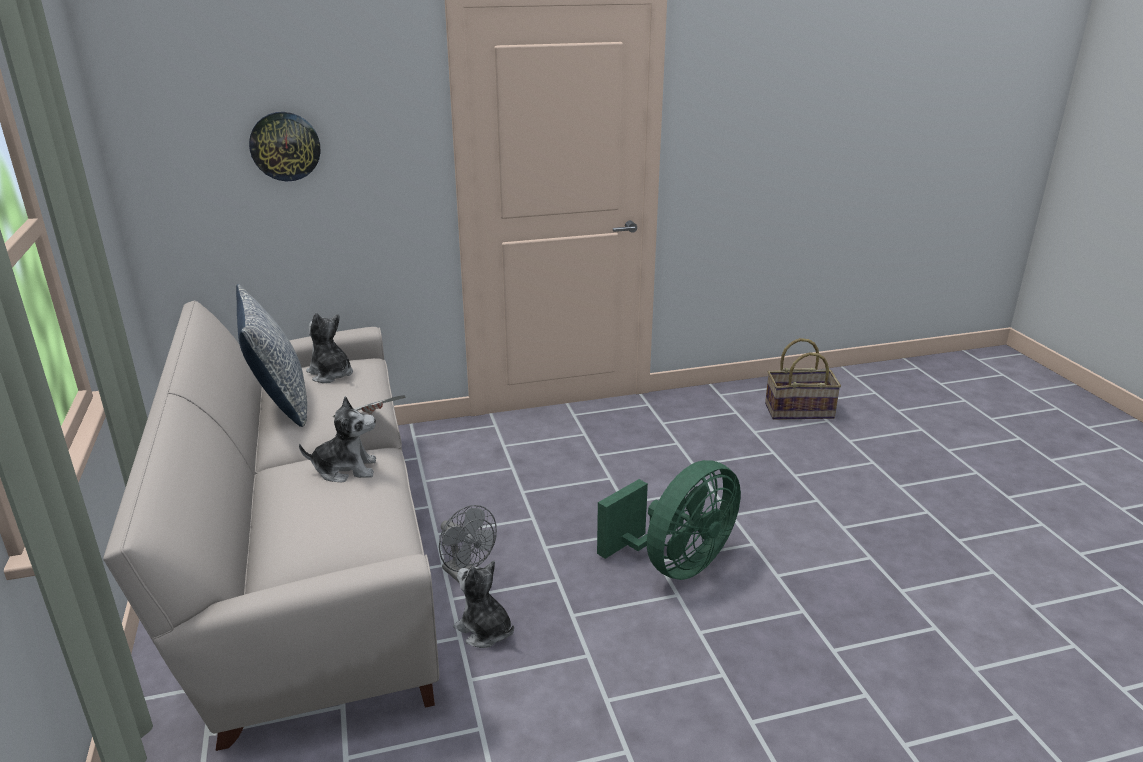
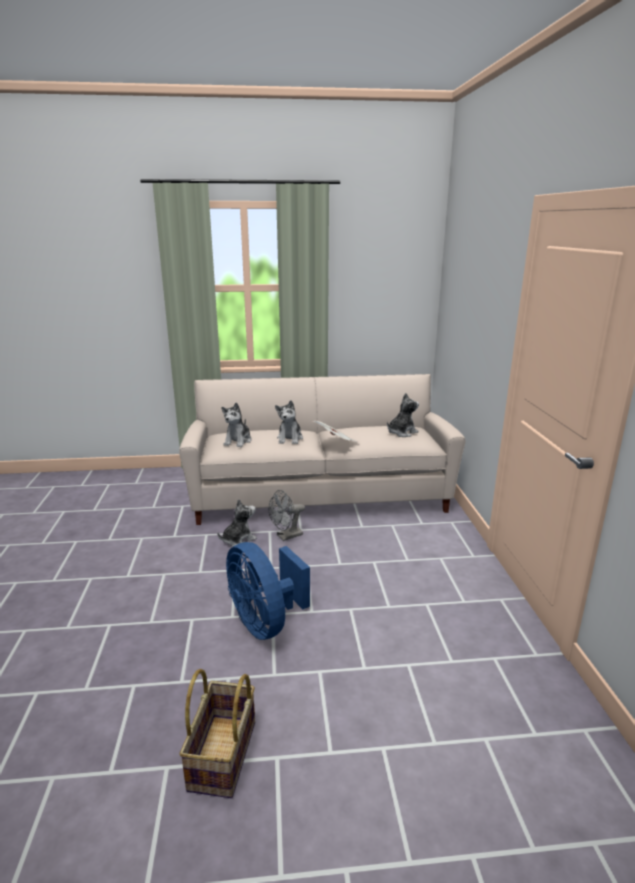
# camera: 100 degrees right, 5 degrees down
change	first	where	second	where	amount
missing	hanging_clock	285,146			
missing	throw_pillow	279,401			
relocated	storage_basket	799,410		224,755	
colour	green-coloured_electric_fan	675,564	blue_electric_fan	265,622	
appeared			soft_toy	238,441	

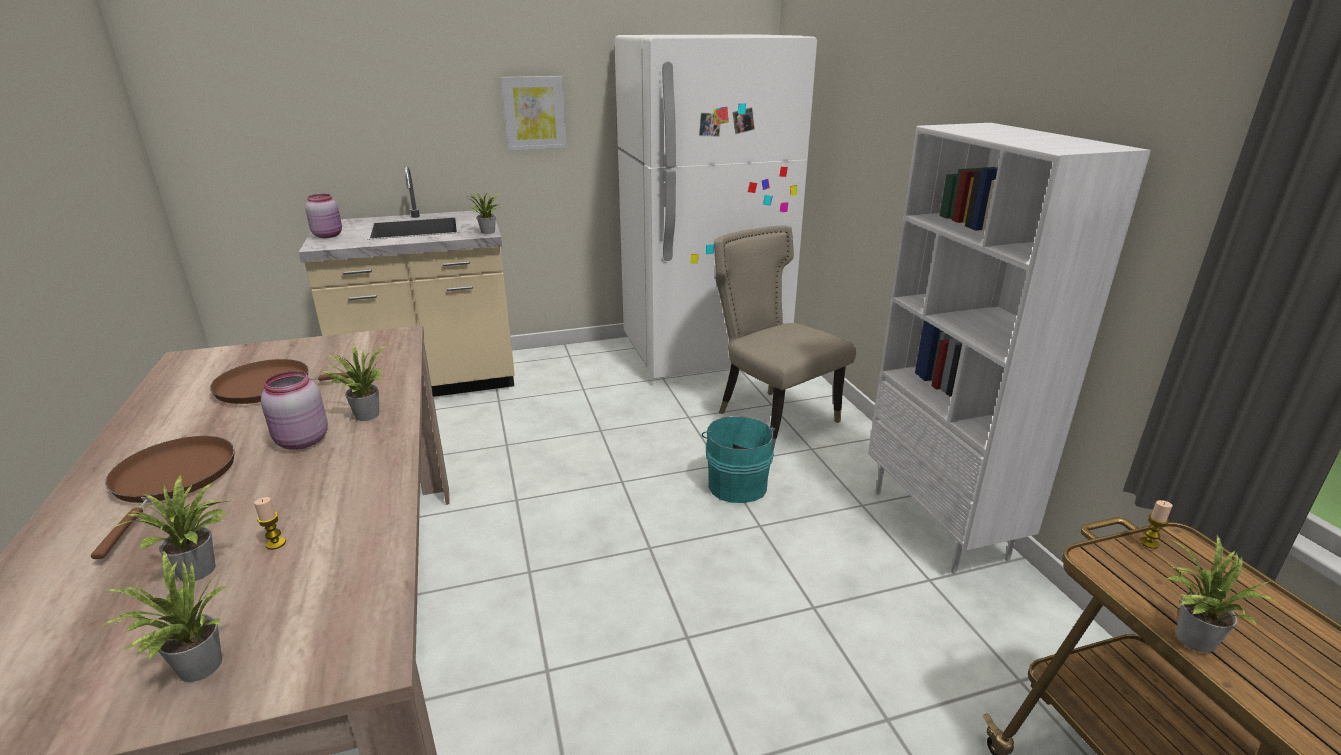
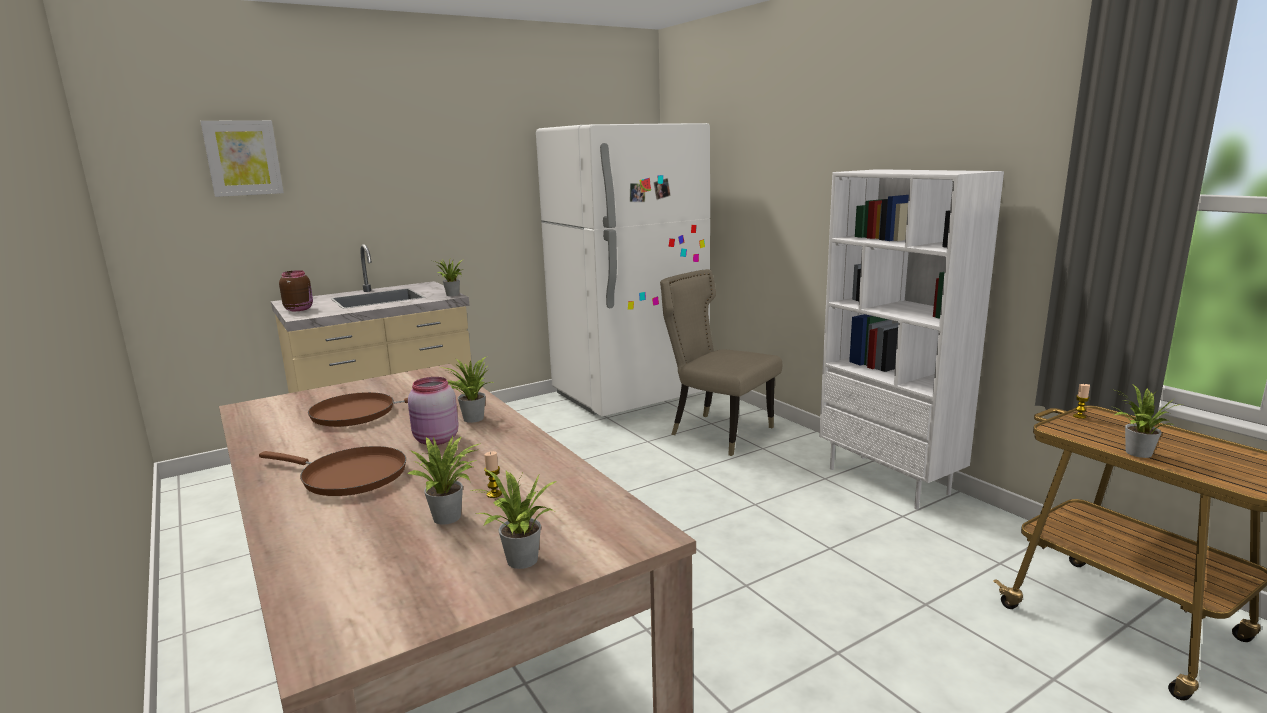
# camera: 15 degrees left, 10 degrees down
change	first	where	second	where	amount
relocated	wall_picture	534,113		243,158	
colour	pink_jar	328,235	brown-coloured_jar	299,309	
missing	blue-green_bucket	737,483			
spun	brown-coloured_skillet	172,481		348,476	135 degrees clockwise

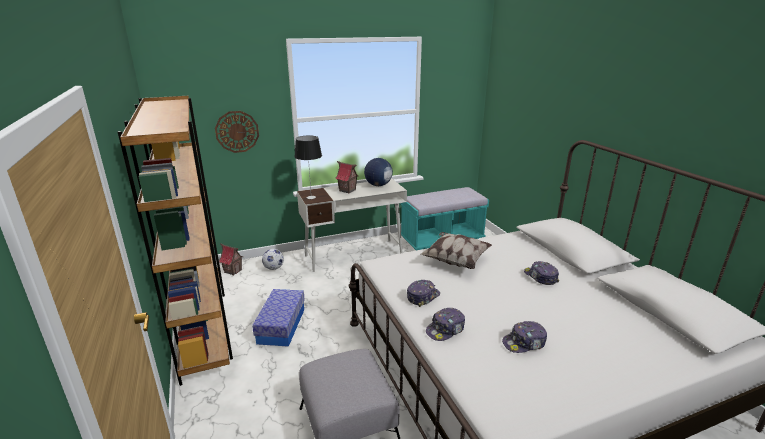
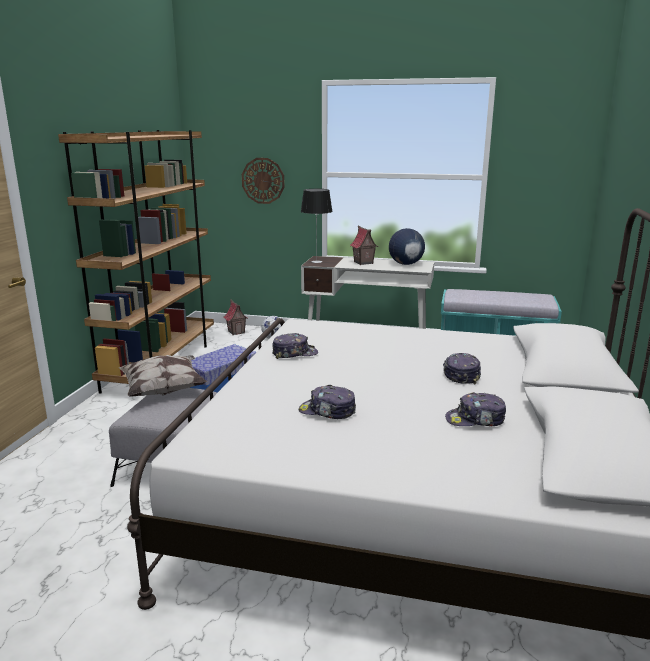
# camera: 35 degrees right, 5 degrees down
change	first	where	second	where	amount
relocated	throw_pillow	455,260		164,390	
relocated	cap	445,330		475,420	

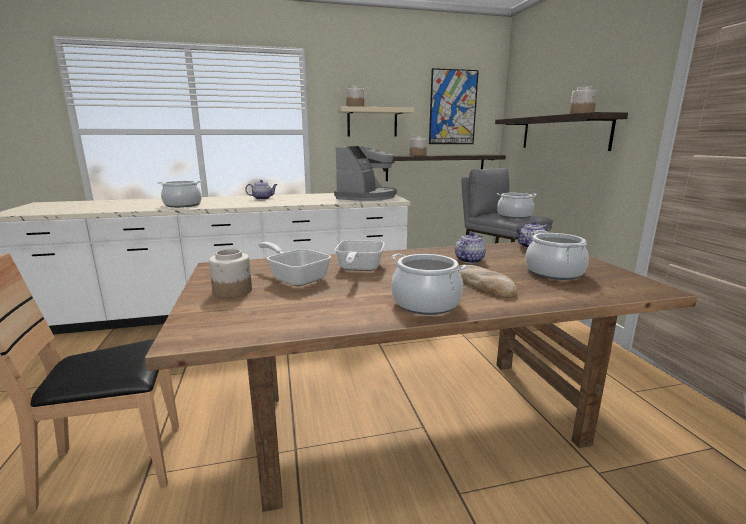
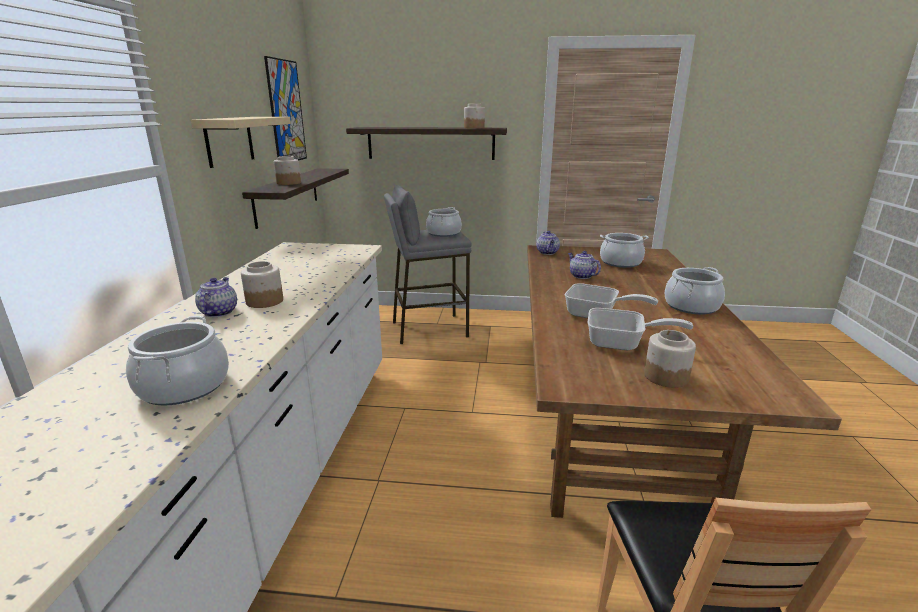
# camera: 70 degrees left, 5 degrees up
change	first	where	second	where	amount
relocated	jar	355,107		264,301	
missing	coffee_machine	367,197			
spun	skillet	296,278		622,343	135 degrees counterclockwise
missing	baked_bread	484,285			

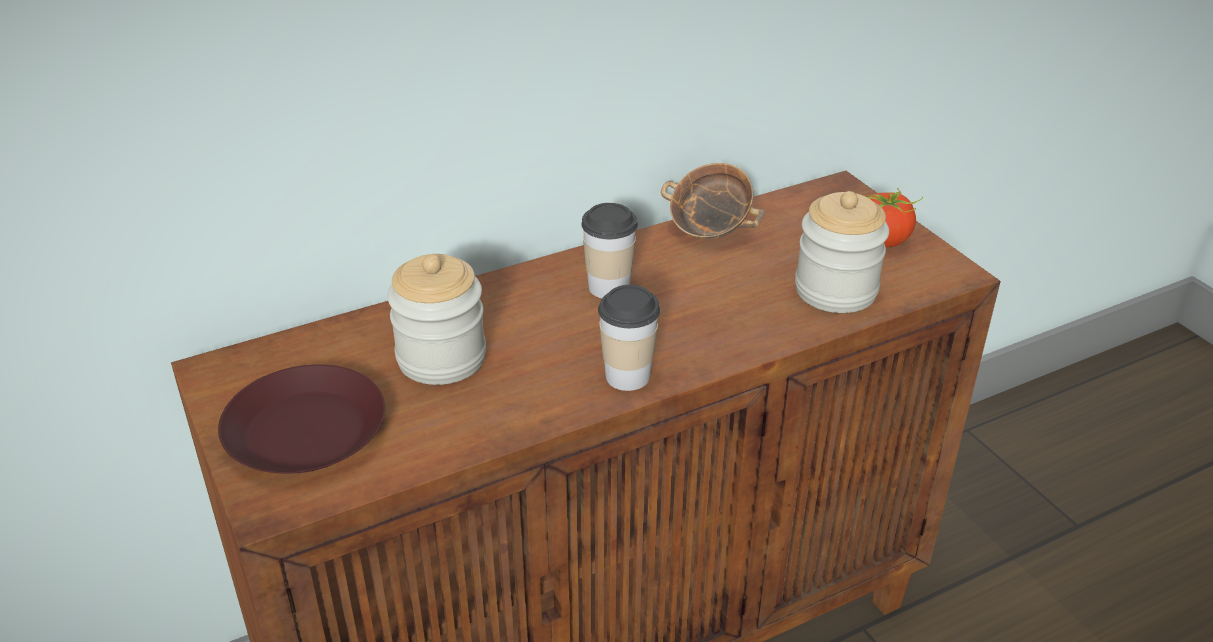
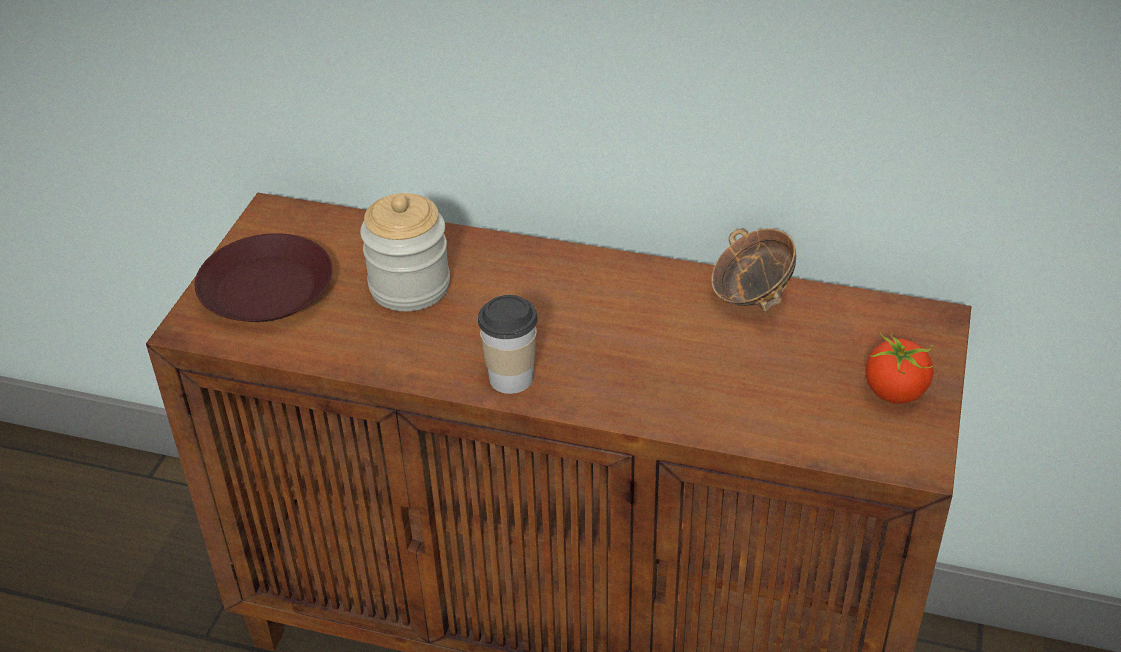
# camera: 45 degrees right, 5 degrees up
change	first	where	second	where	amount
missing	jar	835,290			
missing	small_cup	609,287			

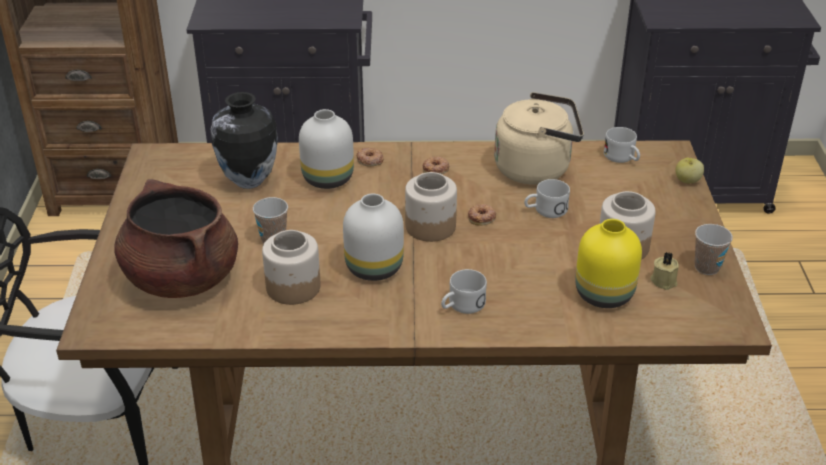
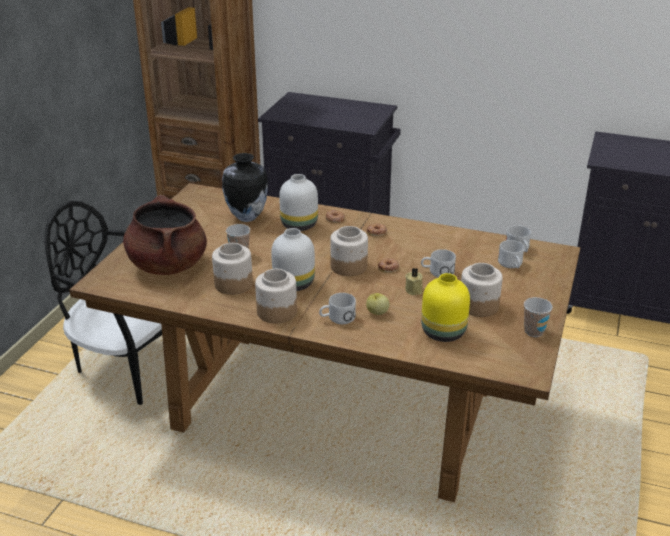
# camera: 20 degrees right, 5 degrees down
change	first	where	second	where	amount
missing	beige-coloured_kettle	537,168			
relocated	apple	687,181		377,312	
relocated	beige-coloured_wax_candle	664,280		414,290	
appeared			whitish_tea_mug	511,265	
appeared			jar	276,312	

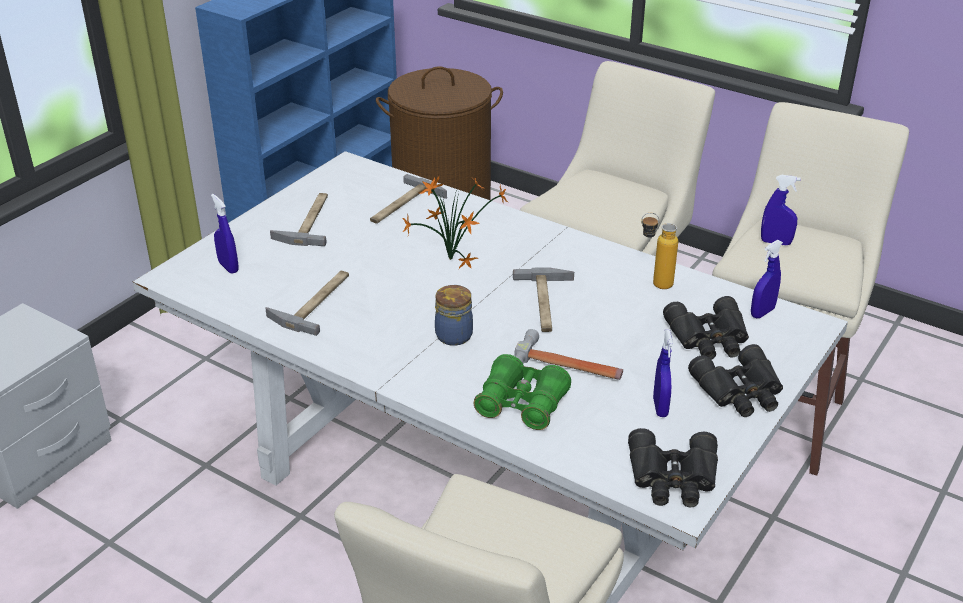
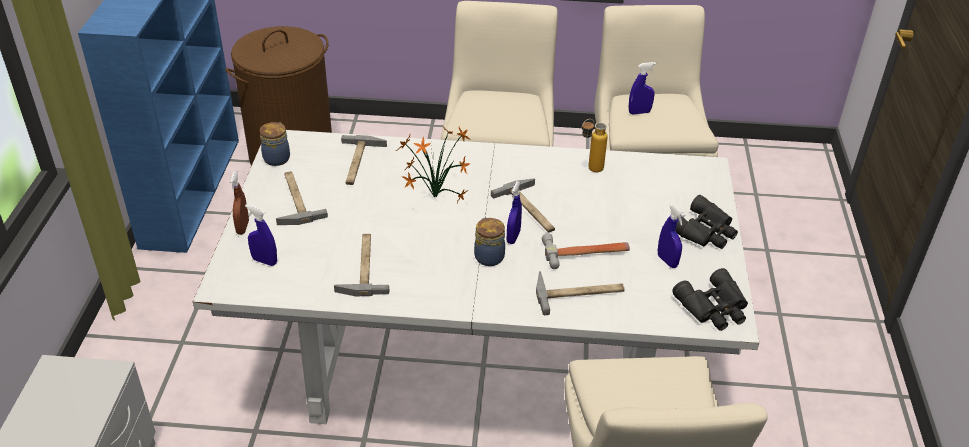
# camera: 30 degrees left, 5 degrees up
change	first	where	second	where	amount
relocated	blue_hand_sprayer	762,312		513,237	
missing	blackish_pair_of_binoculars	709,338			
exchanged	green-coloured_pair_of_binoculars	521,404	tool_hammer	579,292	
appeared			jar	277,158	
appeared			brown-coloured_hand_sprayer	243,227	

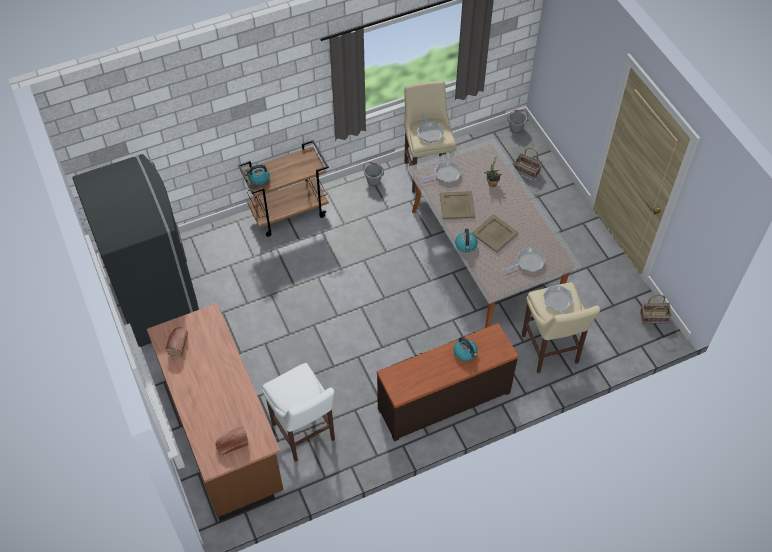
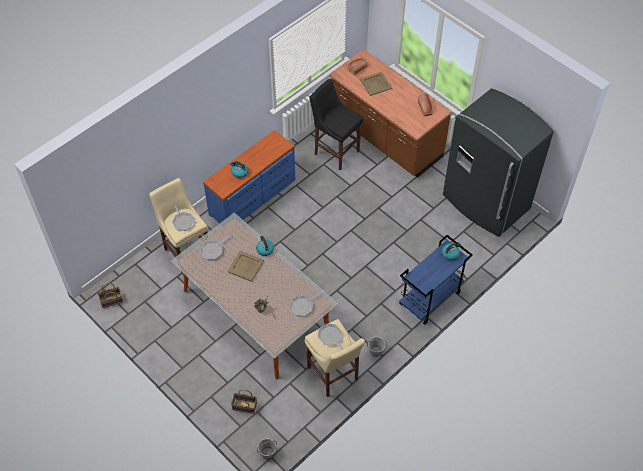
# camera: 160 degrees right, 0 degrees up
change	first	where	second	where	amount
colour	brown-coloured_trolley	289,212	blue_trolley	430,299	
relocated	beige-coloured_serving_tray	456,205		376,84	
colour	brown-coloured_chest_of_drawers	443,399	blue_chest_of_drawers	253,197	
colour	whitish_stool_seat	304,435	blackish_stool_seat	335,151	

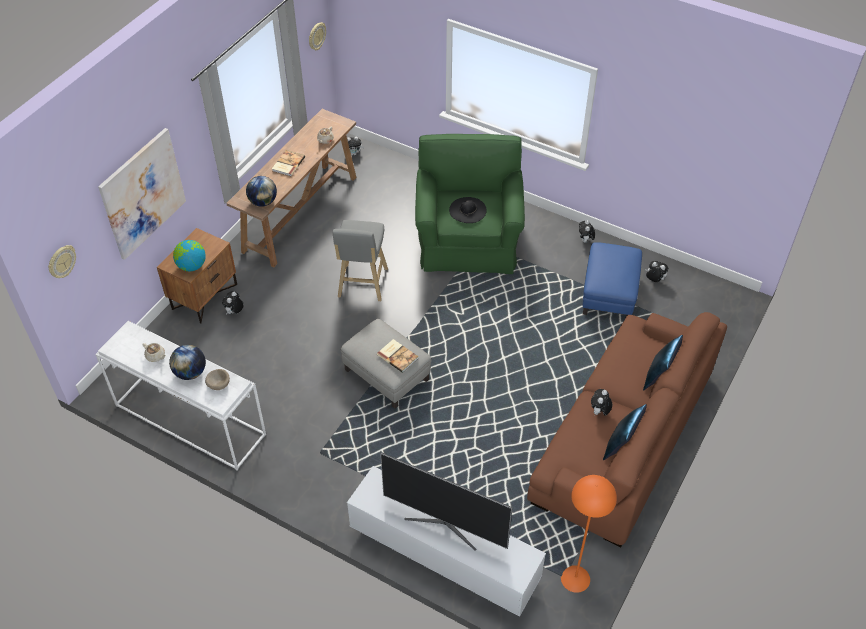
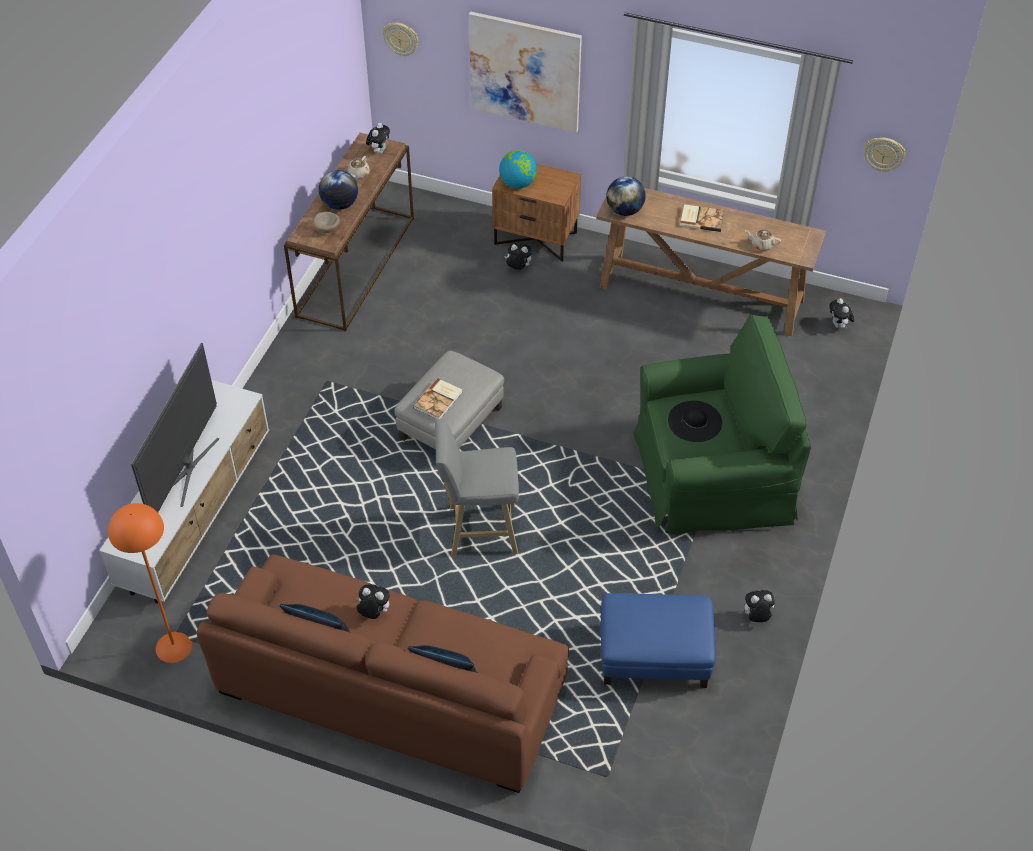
# camera: 80 degrees right, 0 degrees up
change	first	where	second	where	amount
relocated	grey_stool_seat	362,285		479,530	
relocated	soft_toy	654,280		379,150	
colour	whitish_narrow_table	188,420	brown-coloured_narrow_table	355,265	

